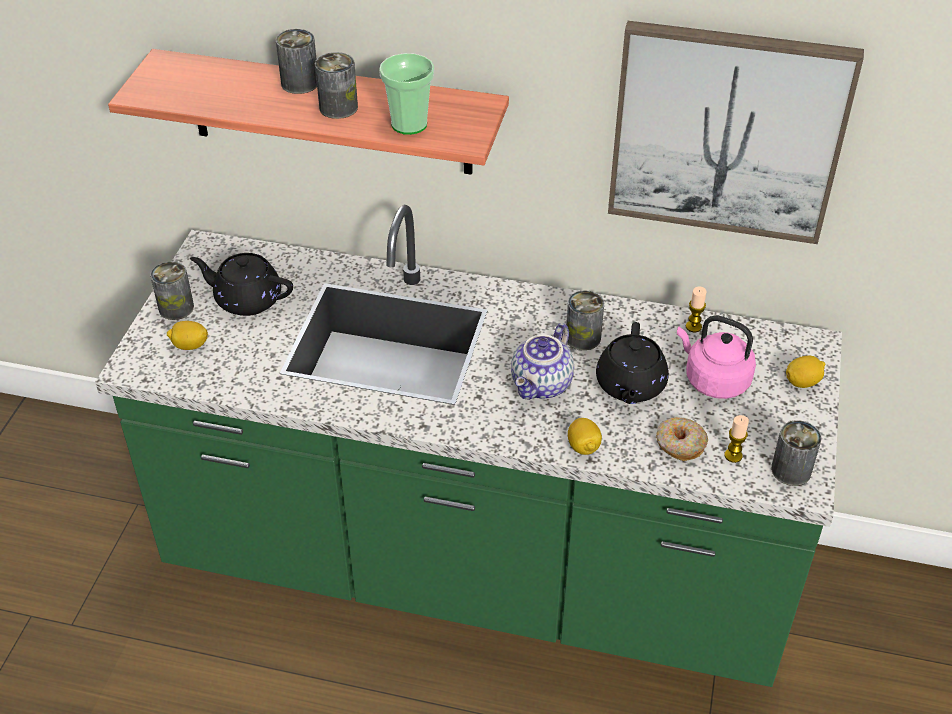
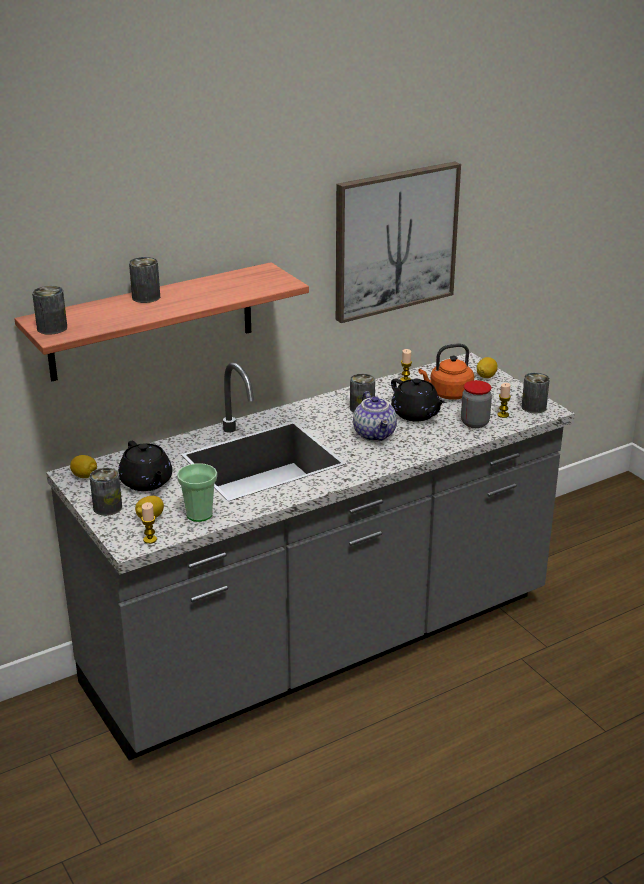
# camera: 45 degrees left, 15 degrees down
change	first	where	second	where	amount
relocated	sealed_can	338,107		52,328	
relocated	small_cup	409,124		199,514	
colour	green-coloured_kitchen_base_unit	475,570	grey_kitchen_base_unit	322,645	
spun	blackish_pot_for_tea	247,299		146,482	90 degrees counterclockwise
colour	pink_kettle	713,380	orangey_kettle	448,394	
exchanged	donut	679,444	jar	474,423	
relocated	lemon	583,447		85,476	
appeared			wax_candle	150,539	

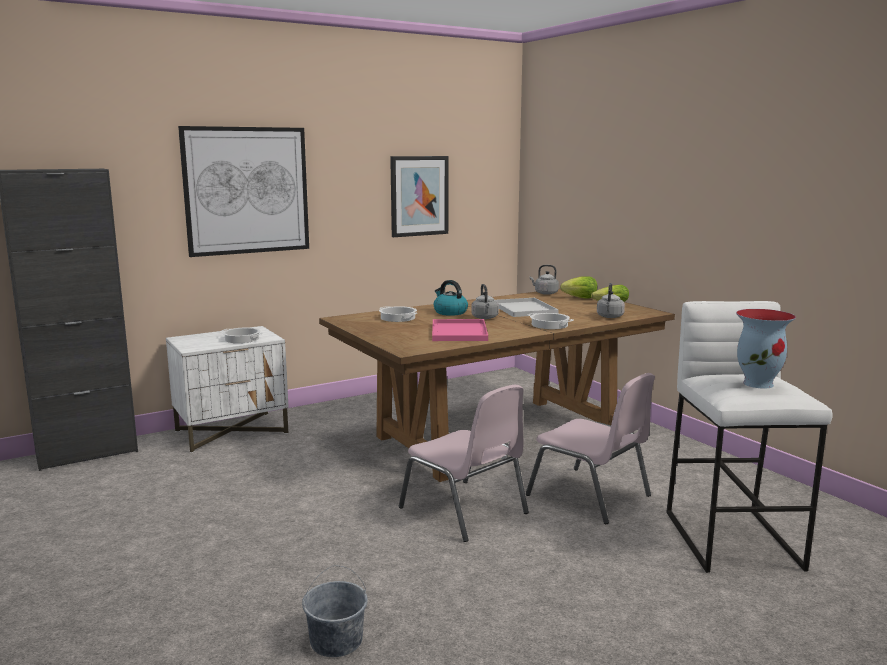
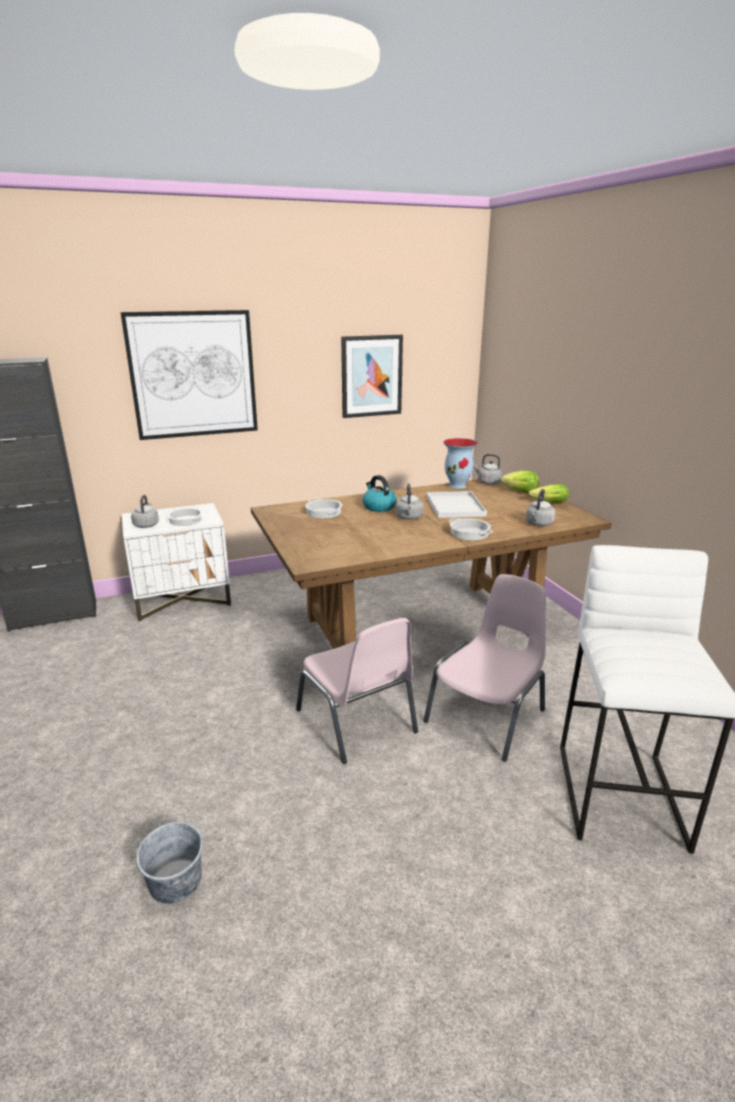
# camera: 10 degrees right, 10 degrees up
change	first	where	second	where	amount
relocated	vase	758,383		458,485	
missing	pink_serving_tray	460,332			
spun	pink_chair	590,496		487,716	105 degrees counterclockwise
appeared			grey_kettle	146,525	

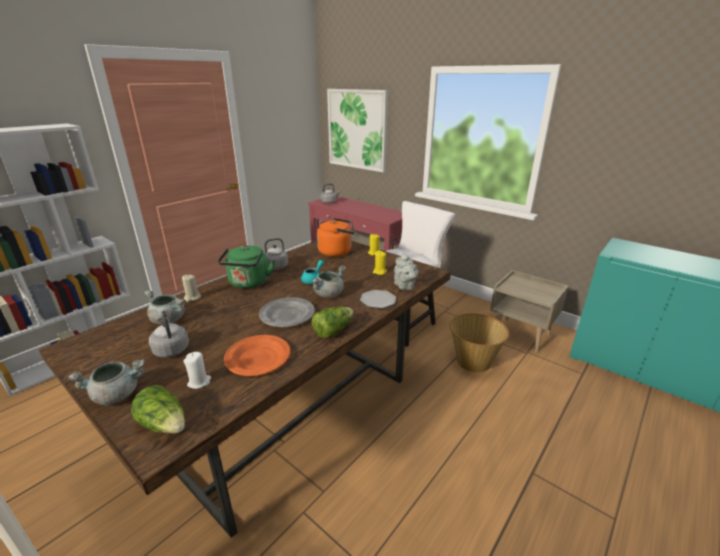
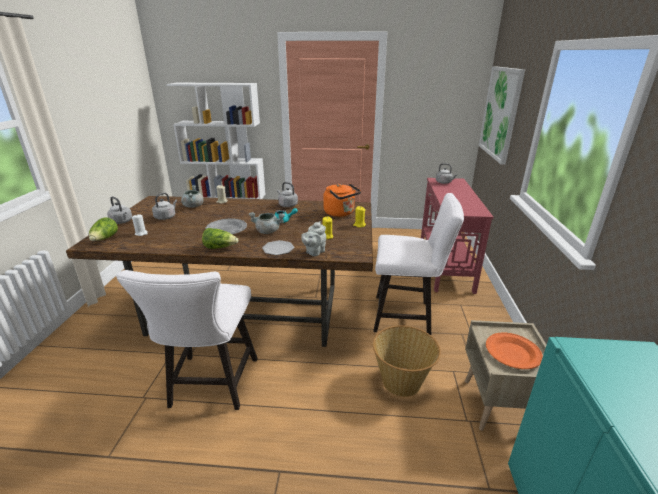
# camera: 55 degrees right, 0 degrees up
change	first	where	second	where	amount
missing	green-coloured_kettle	248,283			
relocated	orangey_dinner_plate	257,358		512,353	
exchanged	grey_cooking_pot	117,394	grey_kettle	122,222	
appeared			whitish_chair	211,387	

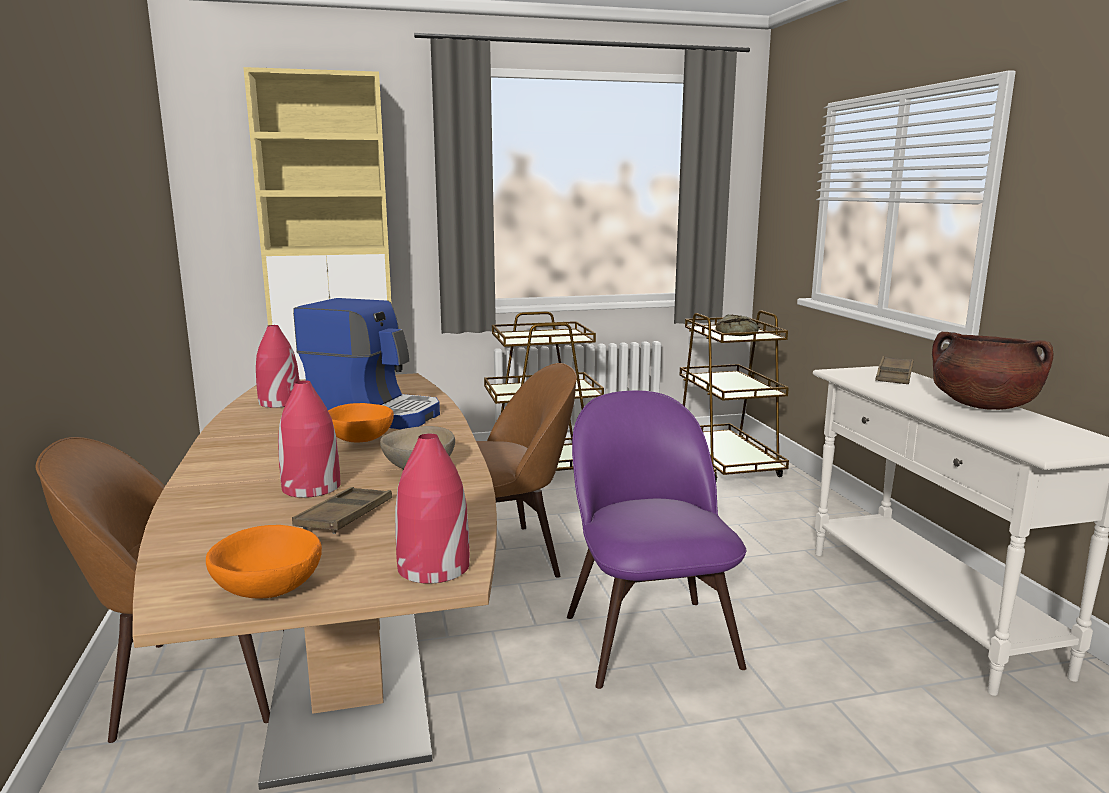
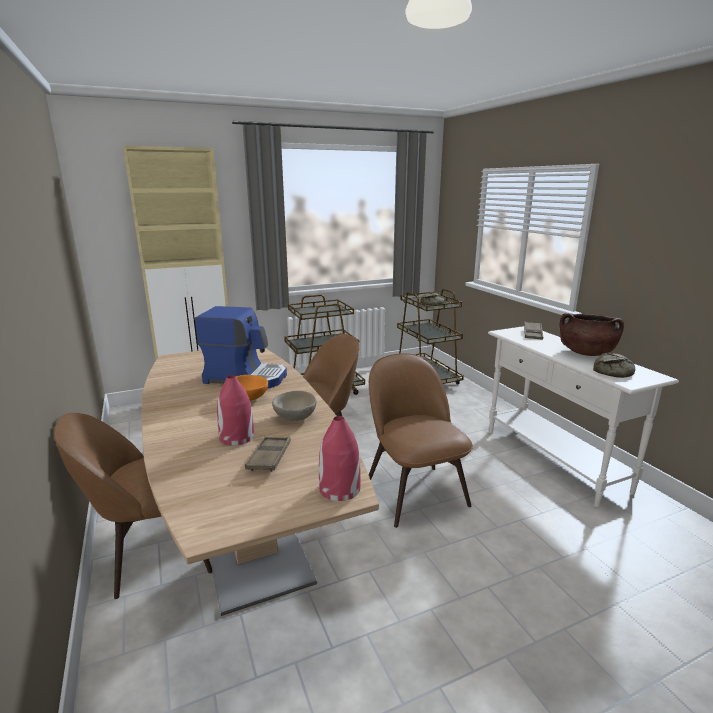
# camera: 10 degrees left, 5 degrees up
change	first	where	second	where	amount
missing	red-coloured_vase	279,402			
colour	purple-coloured_chair	648,636	brown-coloured_chair	414,492	
missing	orangey_deep_dish	267,590			
appeared			baked_bread	614,371	

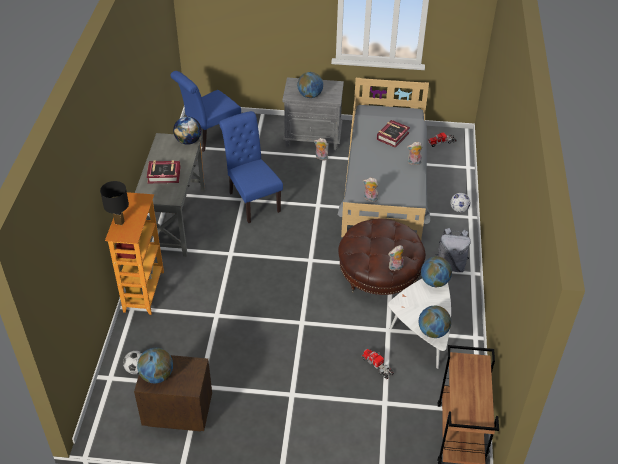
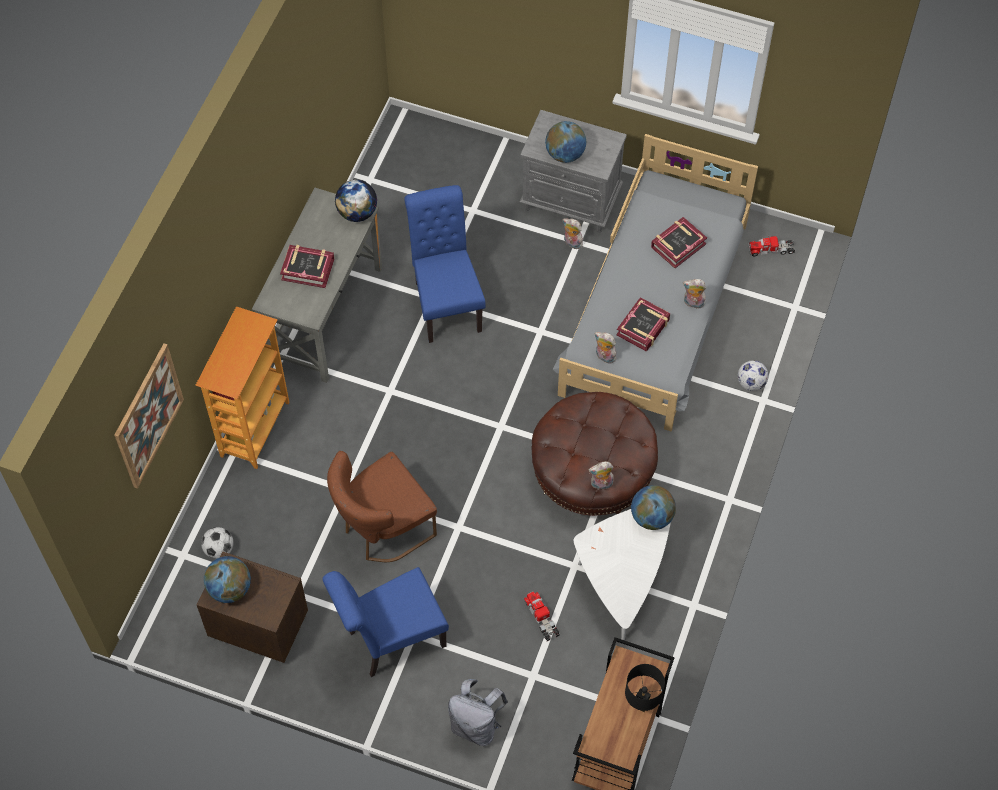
# camera: 15 degrees right, 15 degrees up
change	first	where	second	where	amount
relocated	blue_chair	209,137		391,640	
relocated	blackish_tabletop_lamp	120,222		641,706	
relocated	grey_knapsack	450,265		476,725	
missing	desk_globe	433,332			
appeared			volume	643,327	
appeared			wall_picture	148,416	
appeared			brown-coloured_chair	382,529	

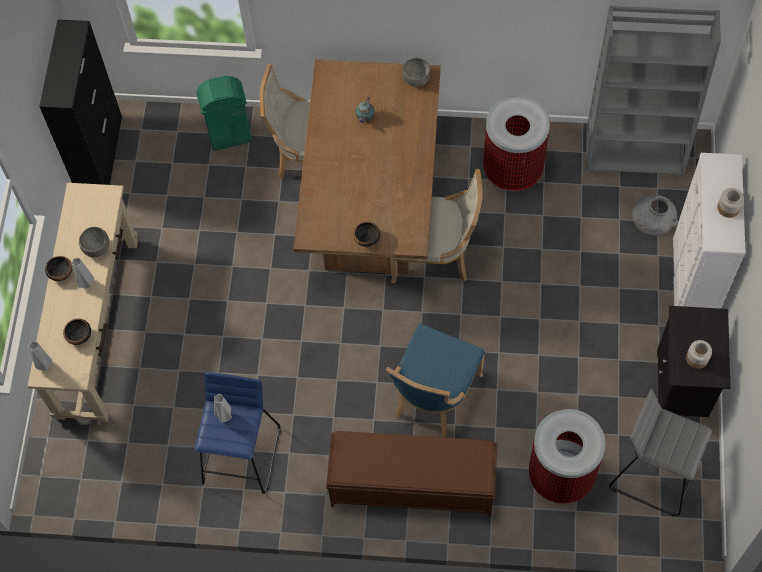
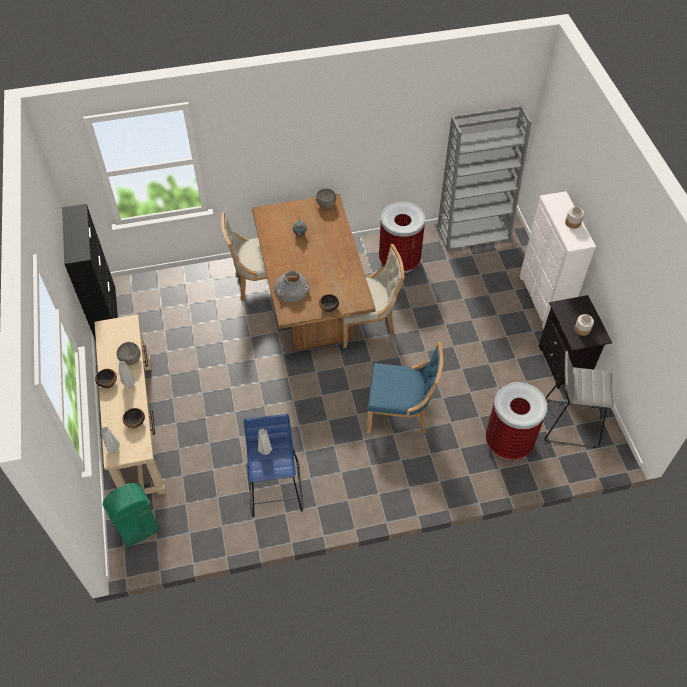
# camera: 20 degrees left, 10 degrees down
change	first	where	second	where	amount
relocated	green-coloured_rubbish_bin	229,136		138,531	
relocated	grey_vase	654,216		292,289	
spun	blue_chair	433,397		400,413	90 degrees counterclockwise
missing	brown-coloured_long_seat	411,486			

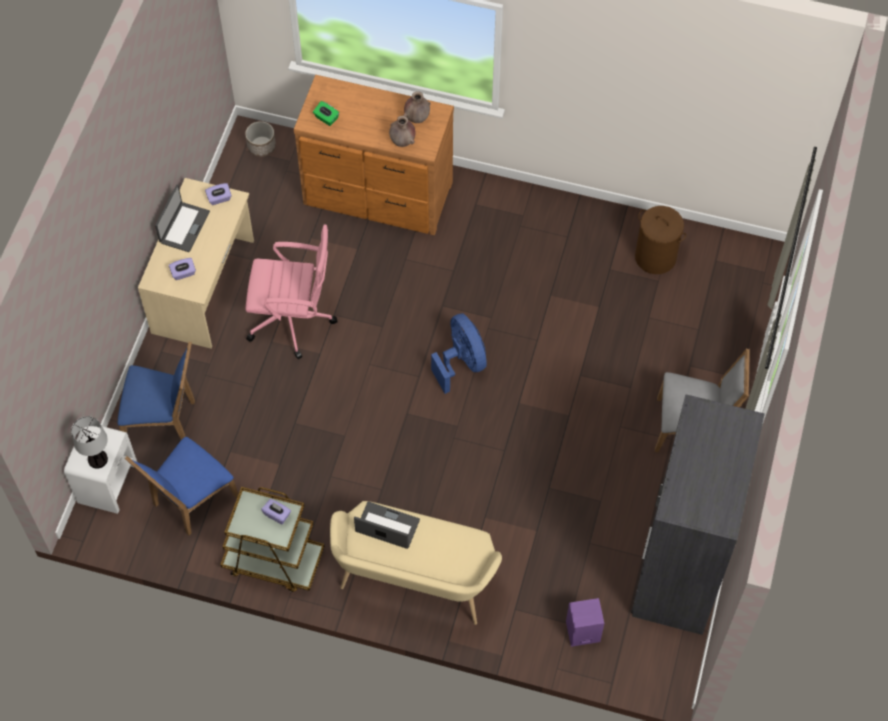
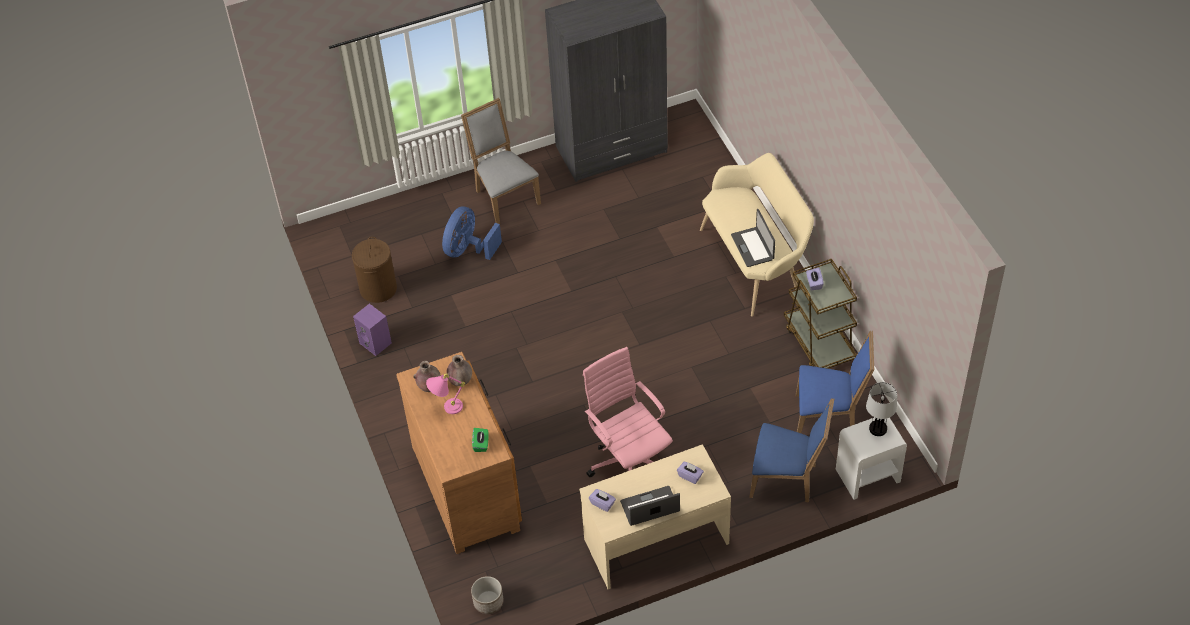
# camera: 125 degrees left, 10 degrees down
change	first	where	second	where	amount
relocated	blue_electric_fan	461,362		468,250	
spun	blue_chair	164,420		787,479	135 degrees clockwise
relocated	purple-coloured_audio_speaker	582,632		376,343	
appeared			pink_tabletop_lamp	446,408	

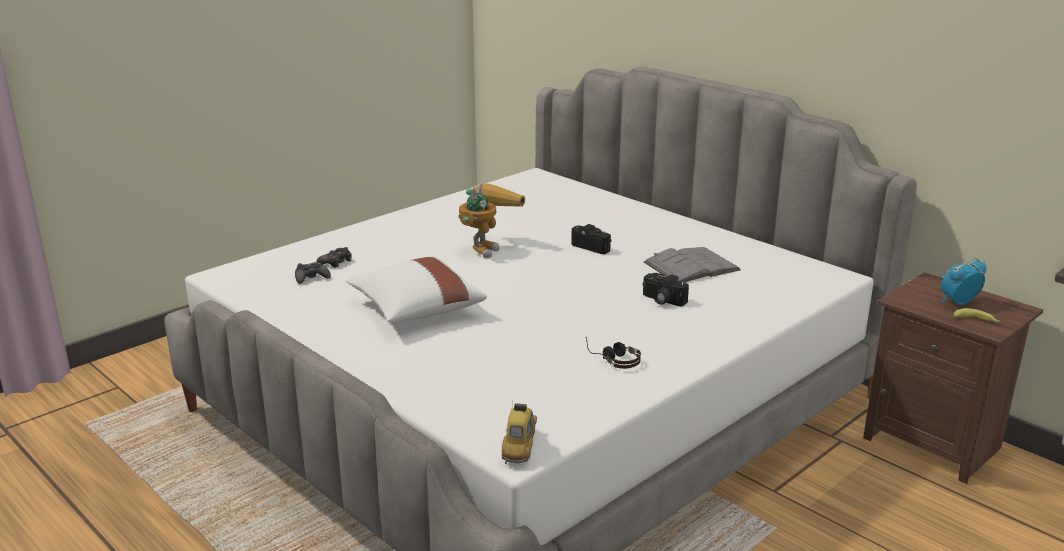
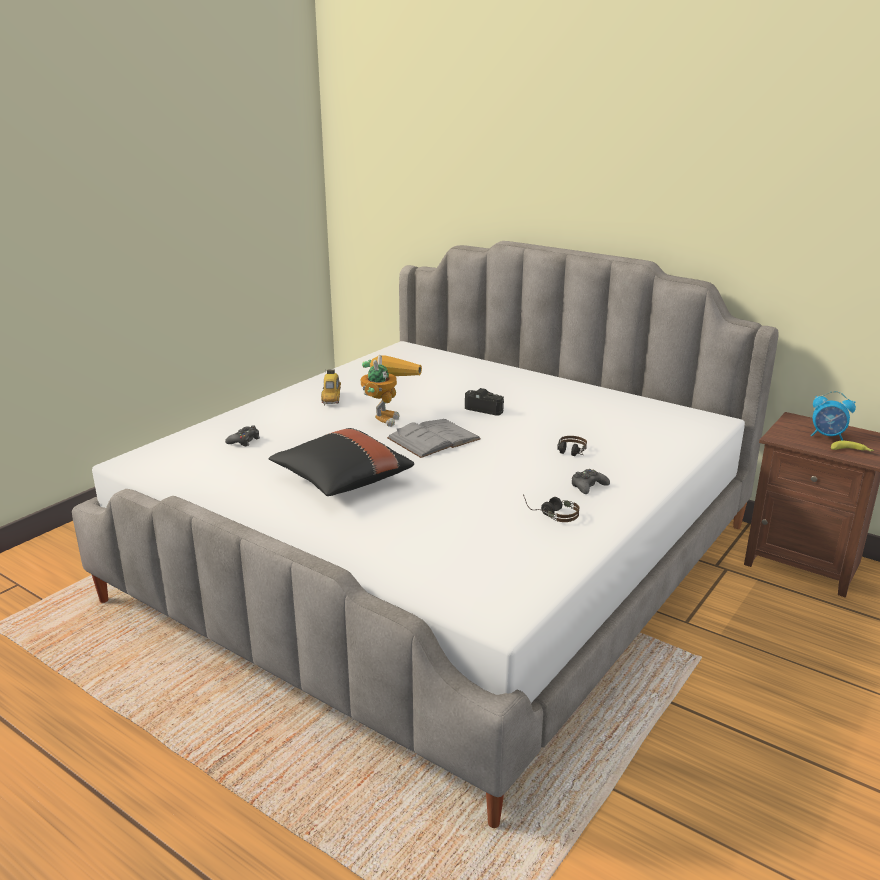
# camera: 10 degrees left, 0 degrees up
change	first	where	second	where	amount
relocated	grey_volume	691,266		433,438	
colour	whitish_throw_pillow	416,309	blackish_throw_pillow	341,481	
spun	bedside_clock	958,302		827,436	120 degrees counterclockwise
relocated	blackish_joypad	311,278		588,486	
exchanged	photo_camera	662,300	pair_of_headphones	570,454	
relocated	model_car	520,447		332,399	

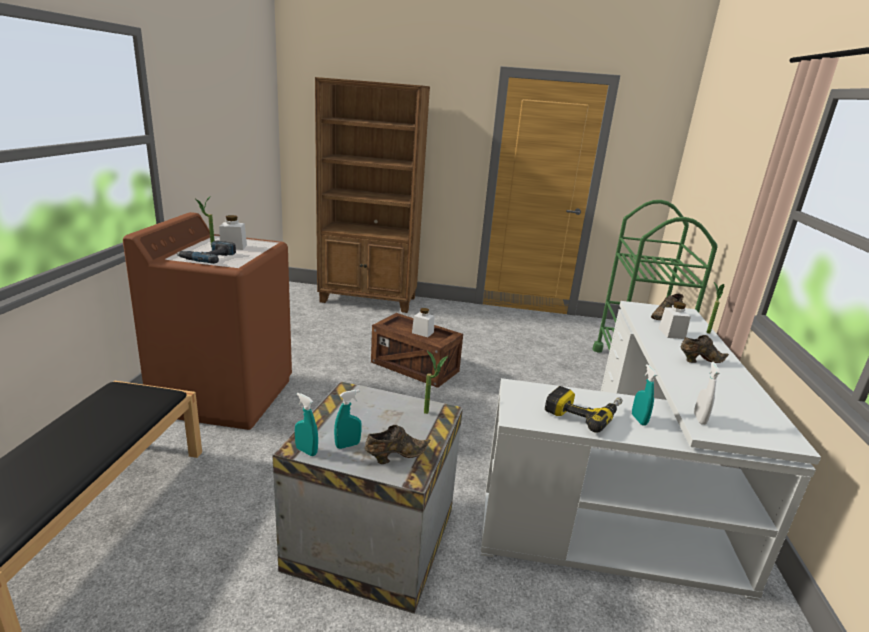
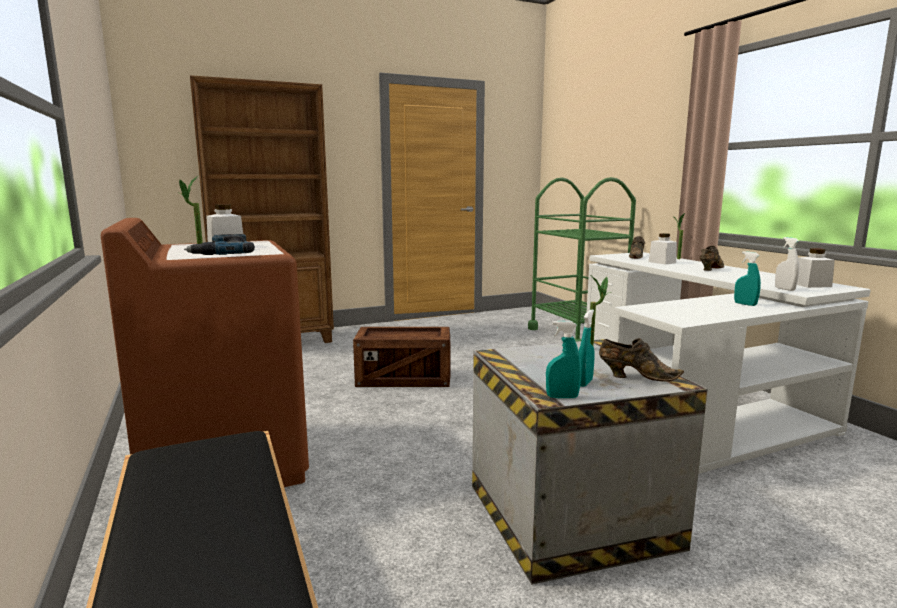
# camera: 30 degrees left, 10 degrees down
change	first	where	second	where	amount
relocated	whitish_jar	422,332		812,285	
missing	drill	583,413			
spun	brown-coloured_shoe	395,456		636,377	75 degrees clockwise

